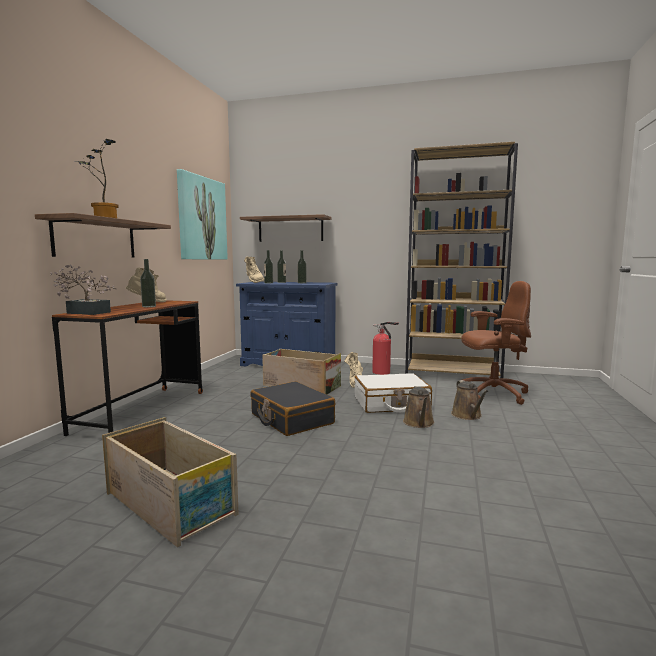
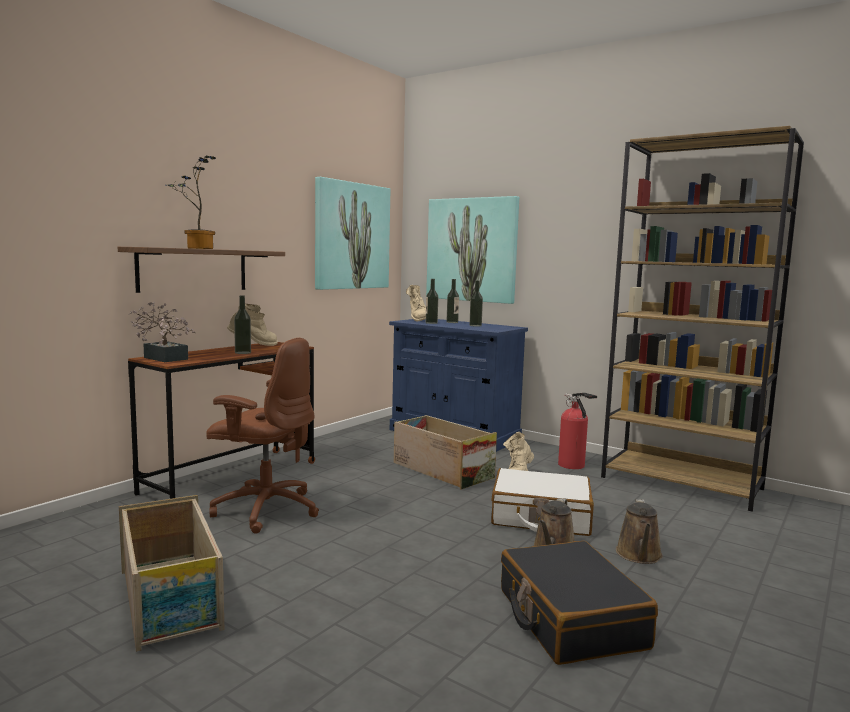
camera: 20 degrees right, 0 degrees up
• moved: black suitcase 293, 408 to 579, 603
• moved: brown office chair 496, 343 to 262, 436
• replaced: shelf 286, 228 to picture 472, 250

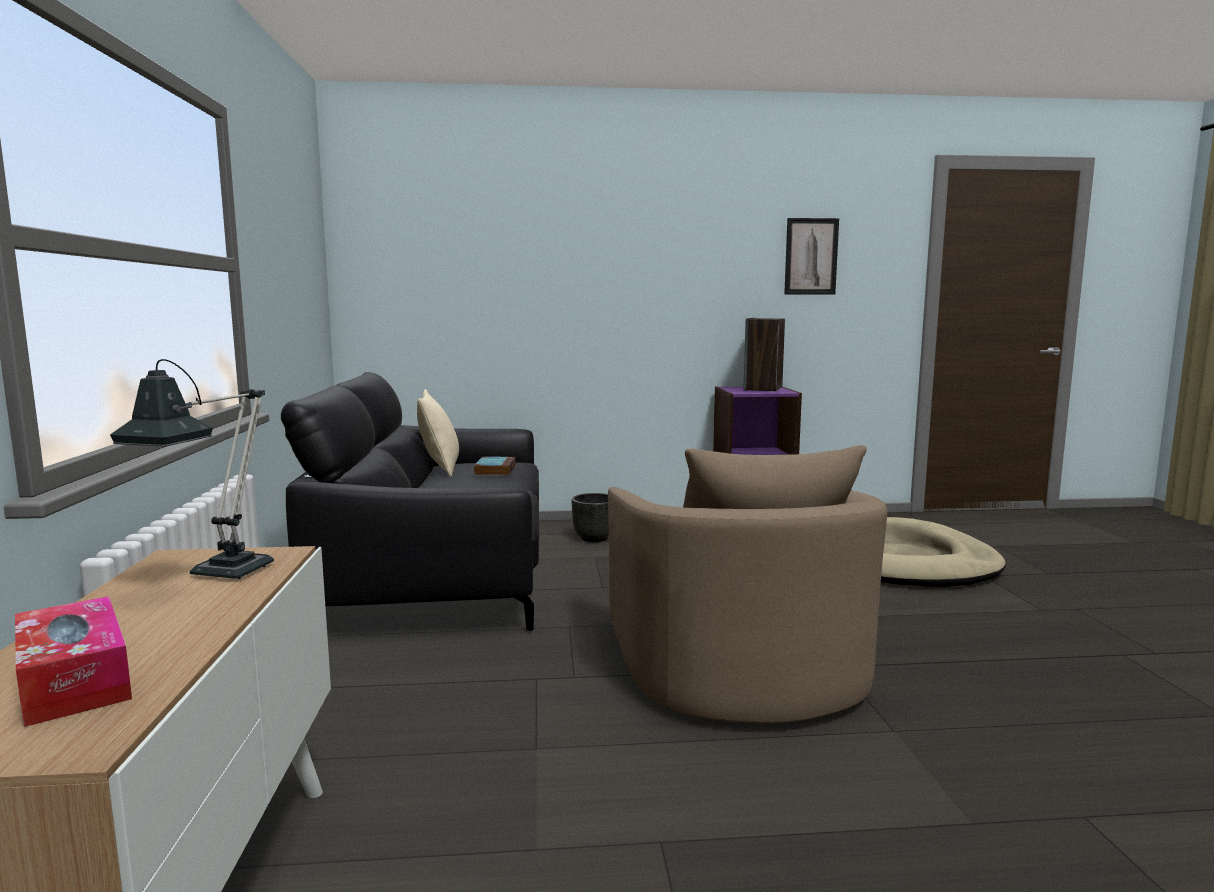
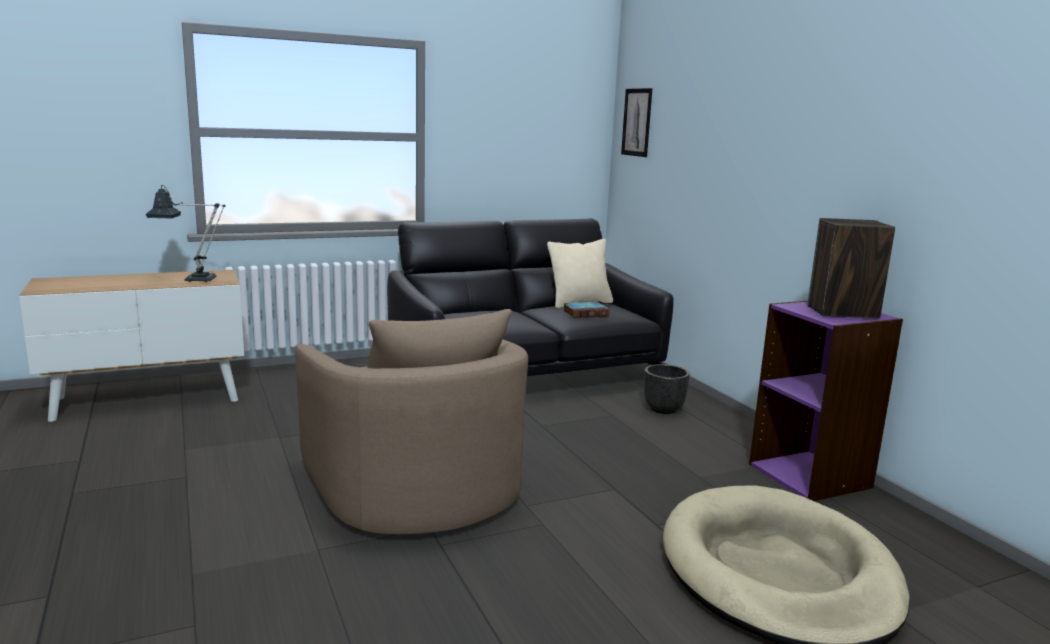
camera: 70 degrees right, 5 degrees up
• removed: tissue box 73, 661
• moved: picture 811, 256 to 636, 122
• turned: beige armchair 748, 584 = 411, 422 90 degrees counterclockwise

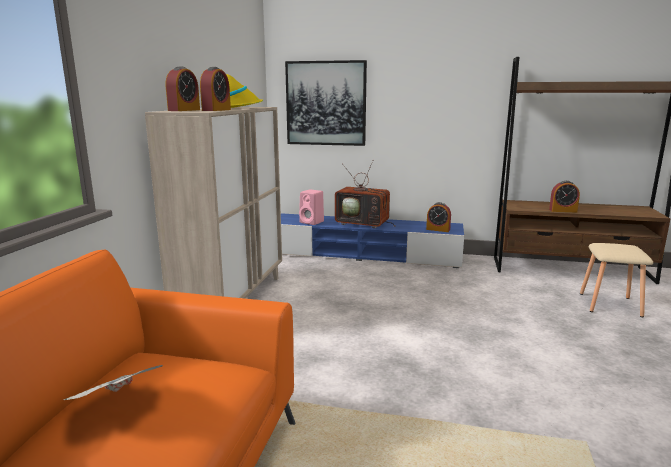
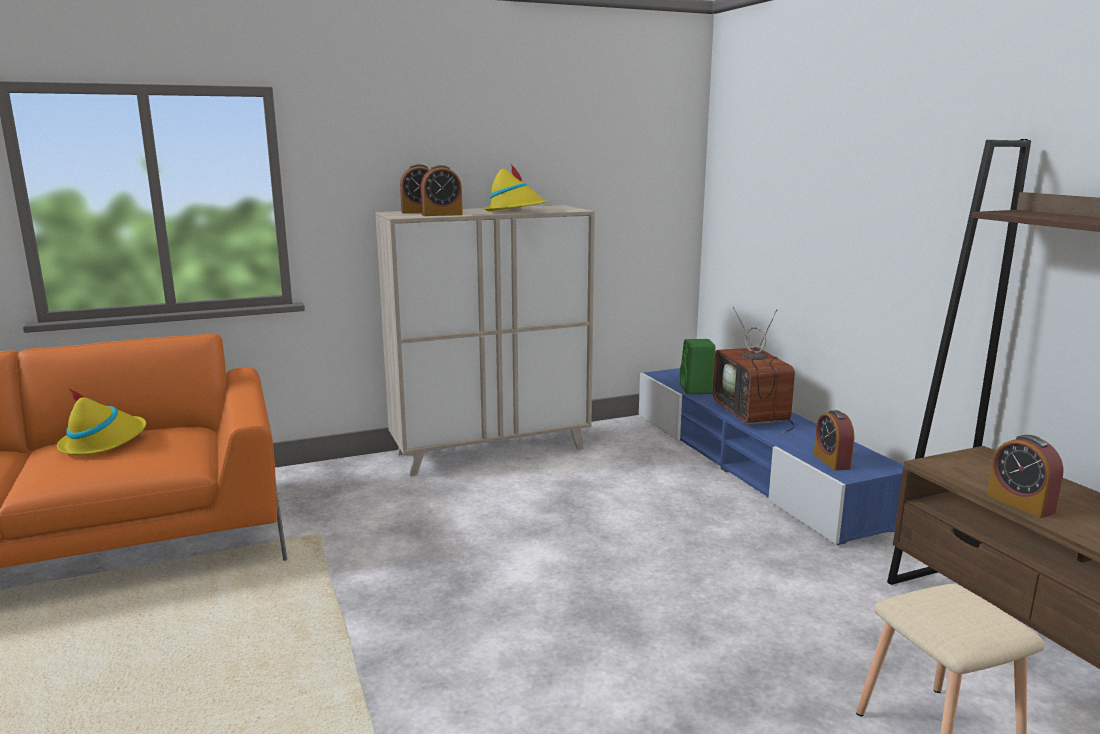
camera: 55 degrees right, 0 degrees up
• removed: picture 326, 103
• replaced: newspaper 113, 382 to yellow hat 101, 421
• recoloured: pink speaker 311, 207 to green speaker 698, 366

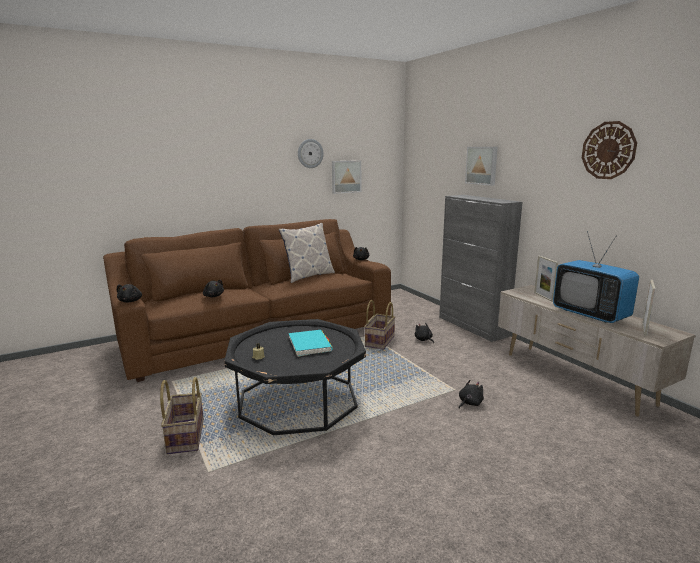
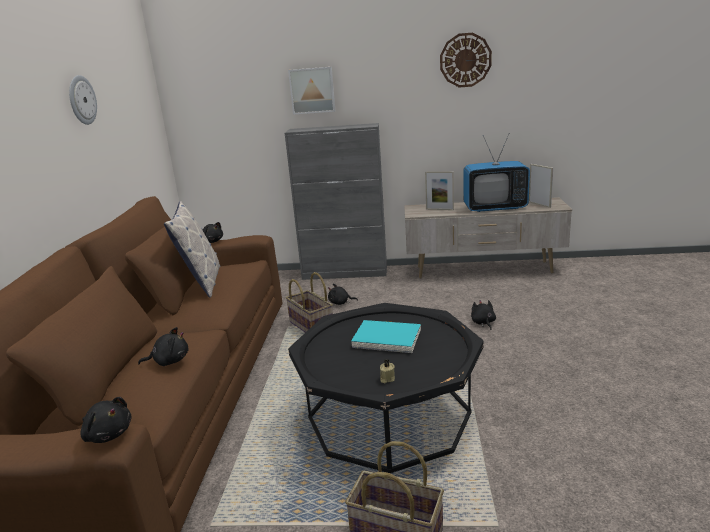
camera: 55 degrees left, 5 degrees up
• removed: picture 346, 177

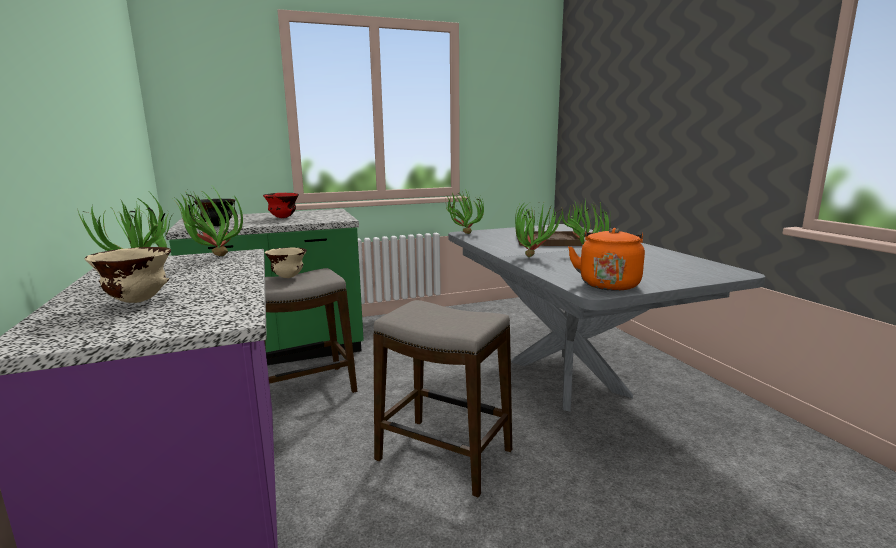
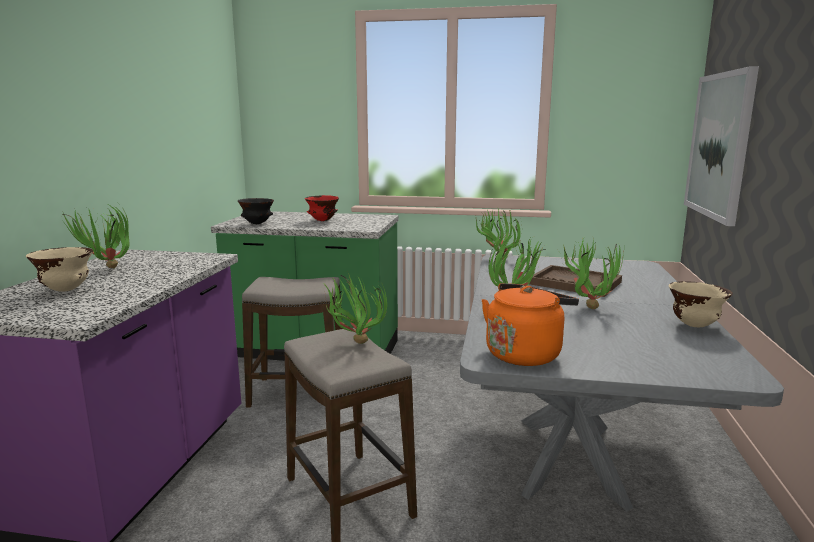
camera: 30 degrees right, 0 degrees up
• added: picture 721, 146
• moved: potted plant 207, 222 to 356, 308
• moved: beige bowl 286, 262 to 701, 304

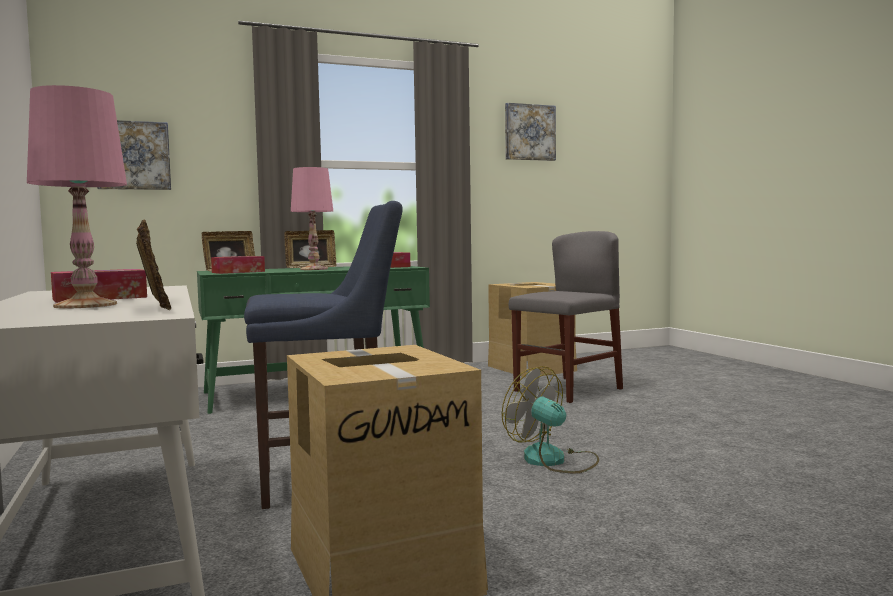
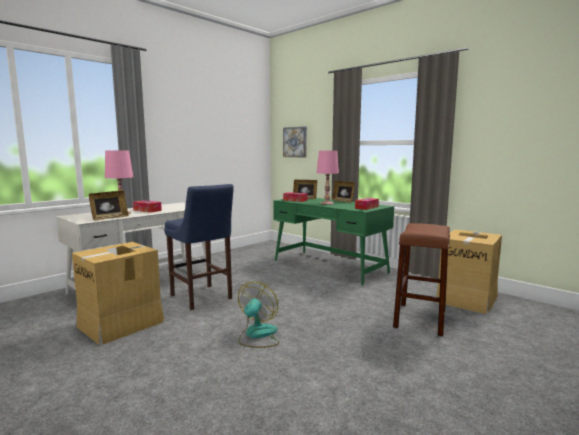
camera: 65 degrees right, 5 degrees up
• removed: picture 530, 132
• replaced: grey chair 566, 317 to brown stool 421, 279

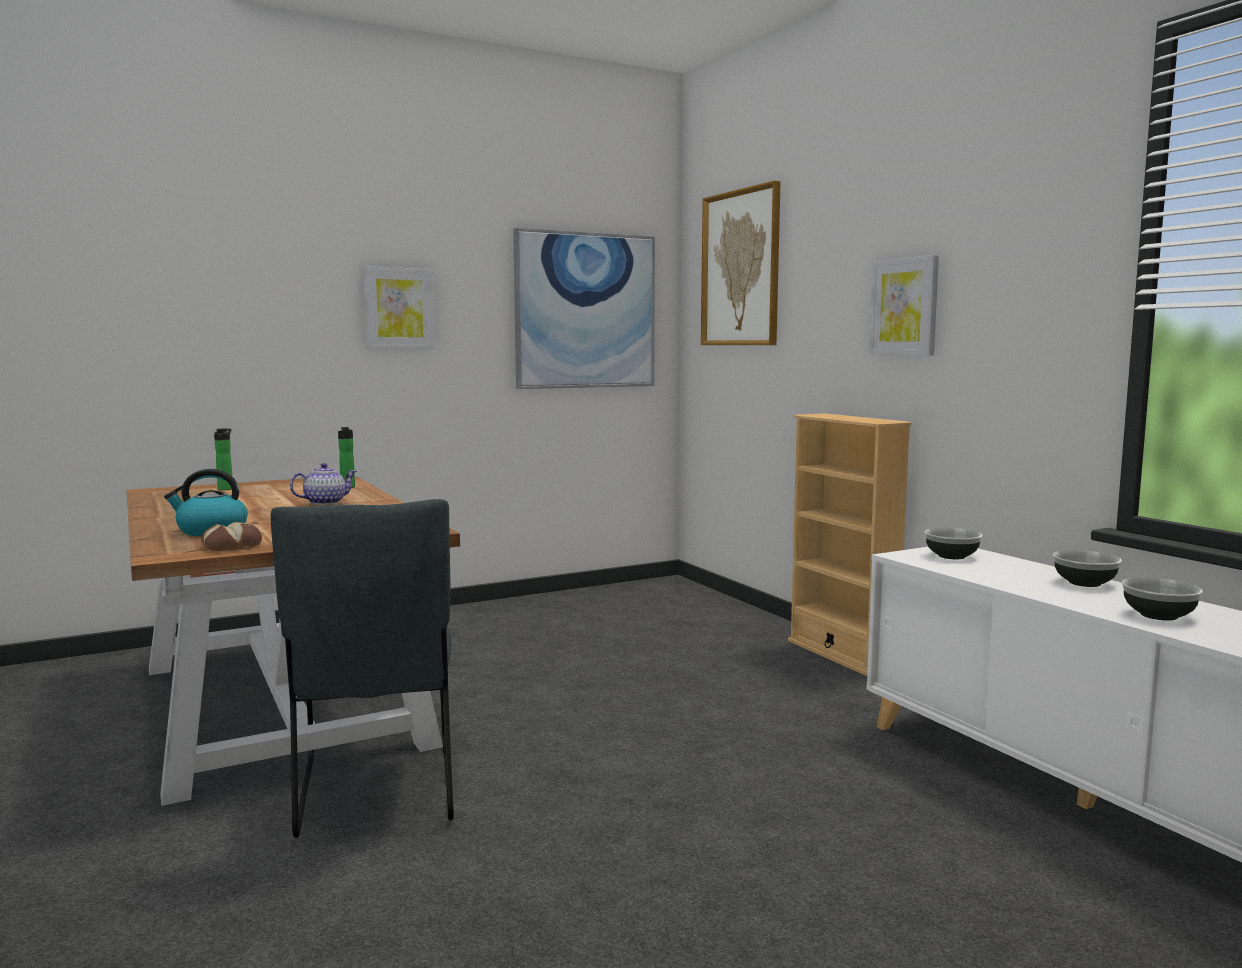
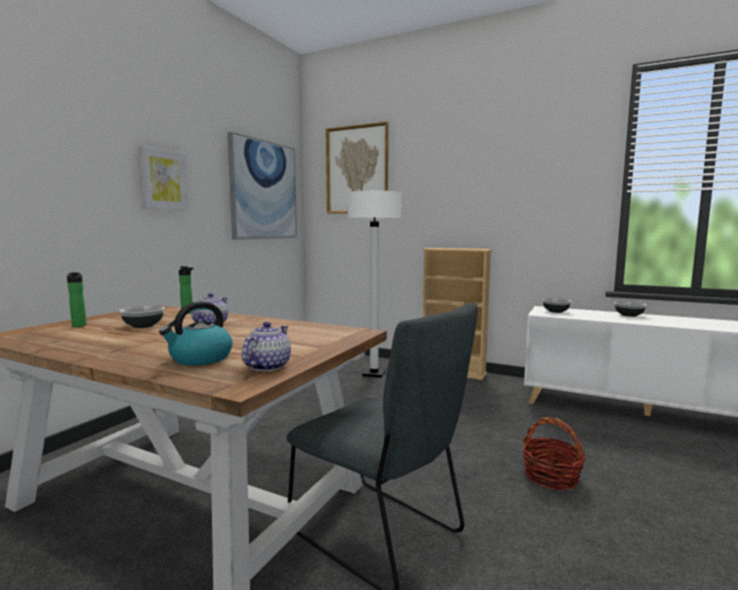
camera: 35 degrees left, 0 degrees up
• removed: picture 904, 305
• added: white floor lamp 374, 284
• added: basket 553, 453
• moved: bowl 1162, 599 to 141, 316
• replaced: bread 231, 536 to teapot 266, 346

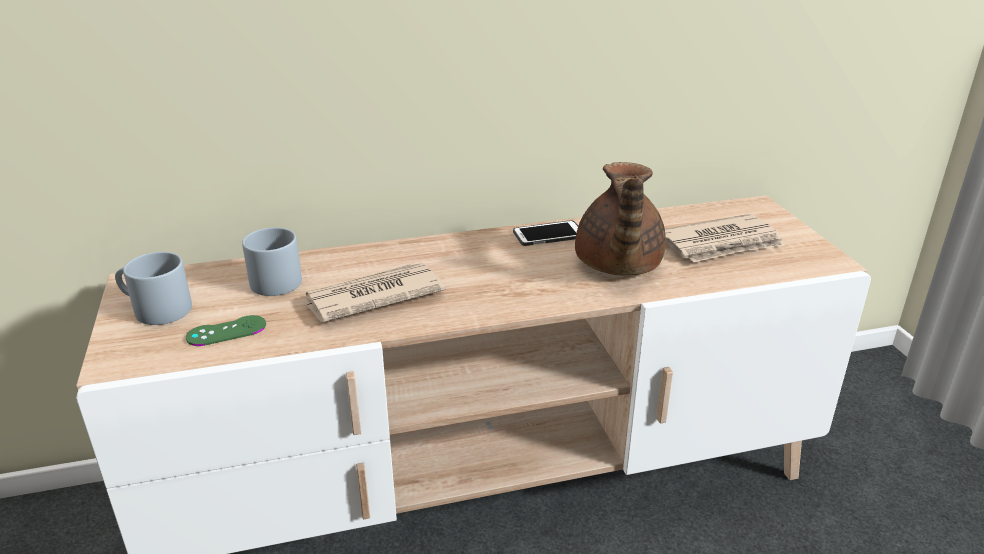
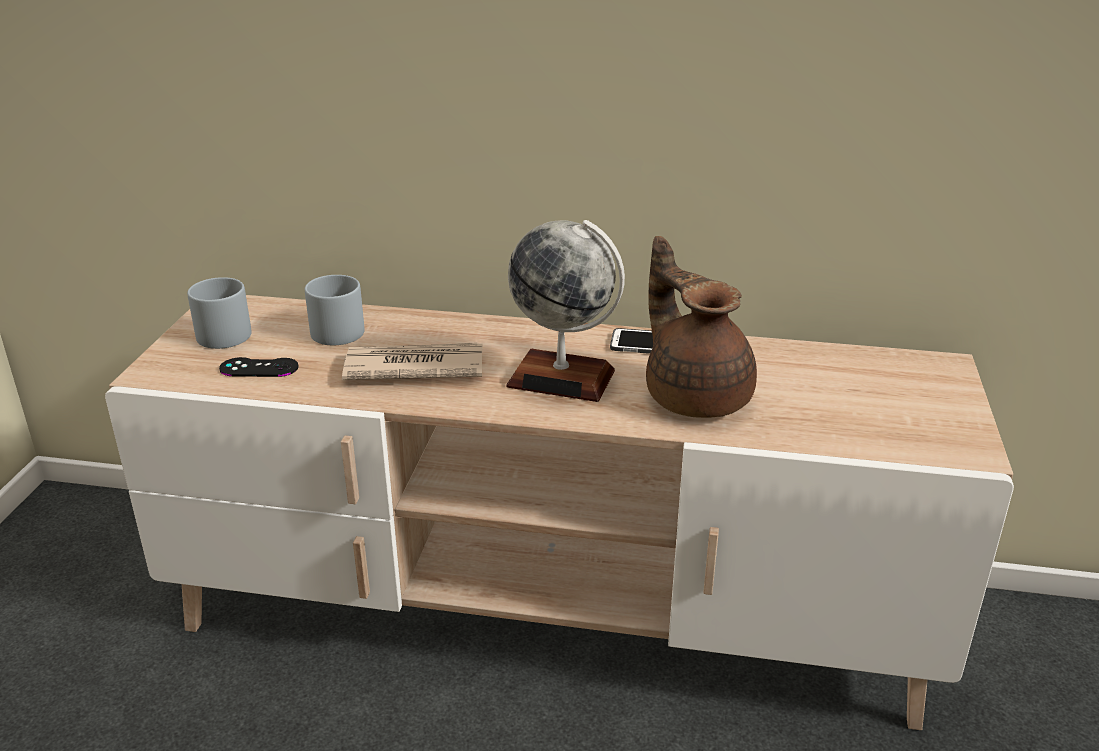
camera: 25 degrees right, 0 degrees up
• removed: newspaper 725, 238
• added: globe 565, 311
• recoloured: green game controller 226, 330 to black game controller 259, 367
• turned: brown teapot 620, 218 = 701, 327 120 degrees clockwise

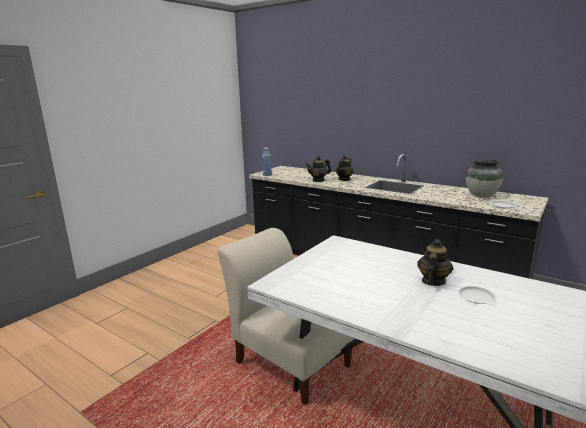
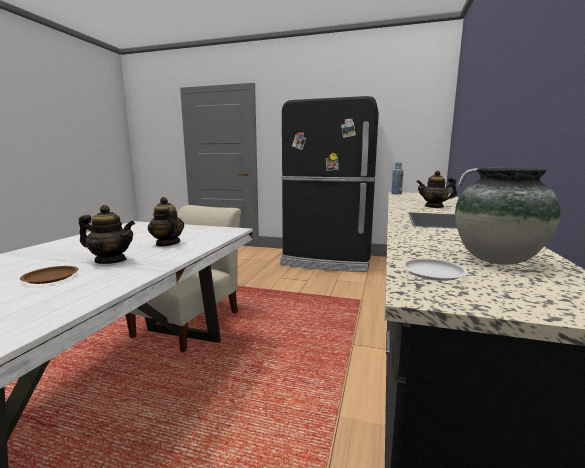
camera: 70 degrees right, 5 degrees down
• added: black fridge 330, 184
• moved: teapot 318, 169 to 166, 222
• recoloured: white plate 477, 295 to brown plate 49, 275

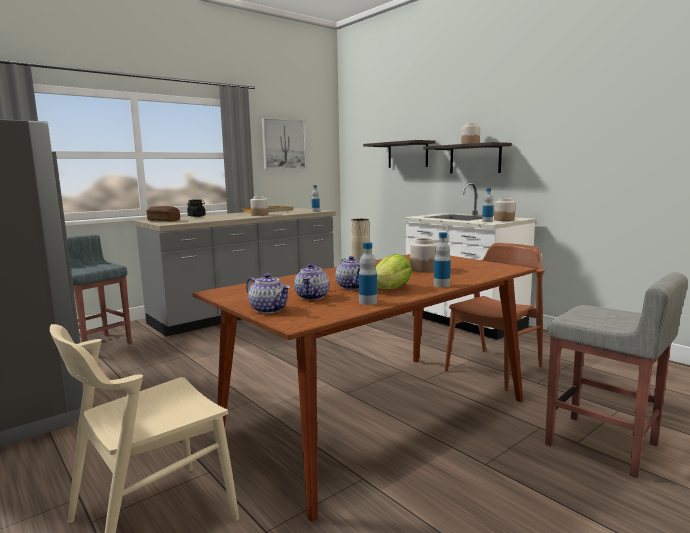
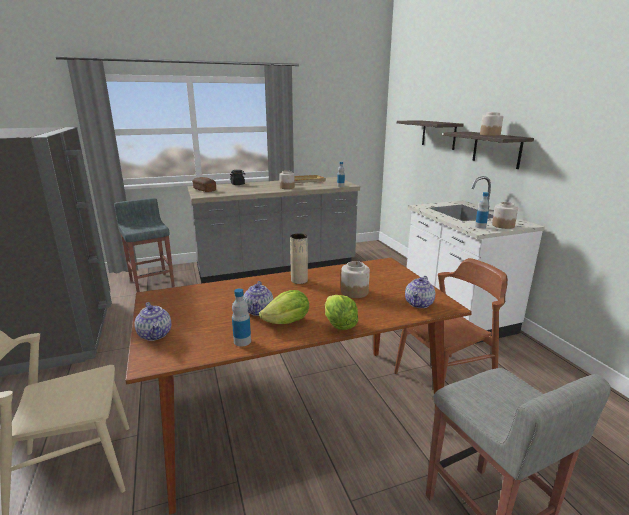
camera: 20 degrees right, 10 degrees up
• removed: picture 284, 143
• moved: teapot 311, 281 to 420, 292
• replaced: bottle 442, 259 to lettuce 341, 312

